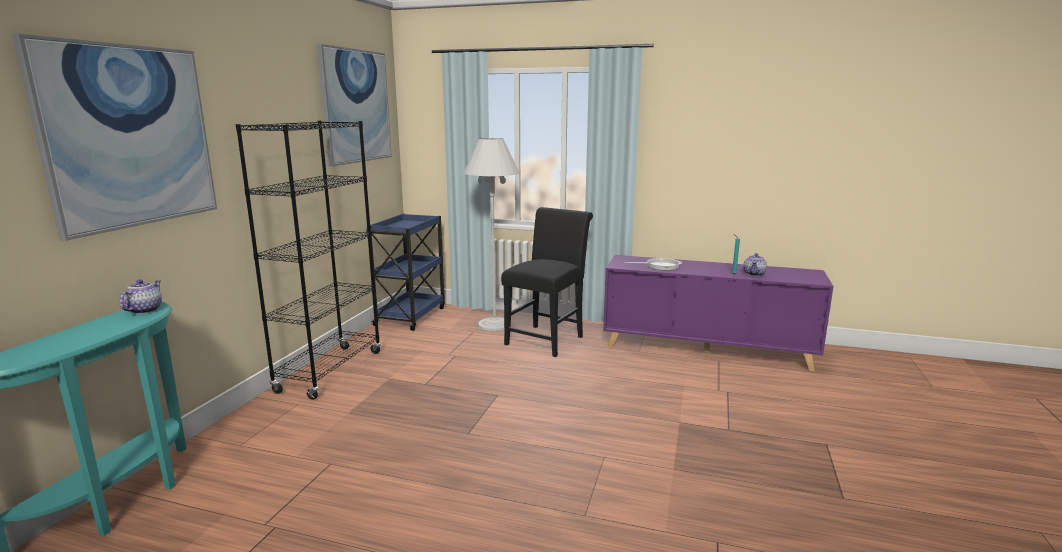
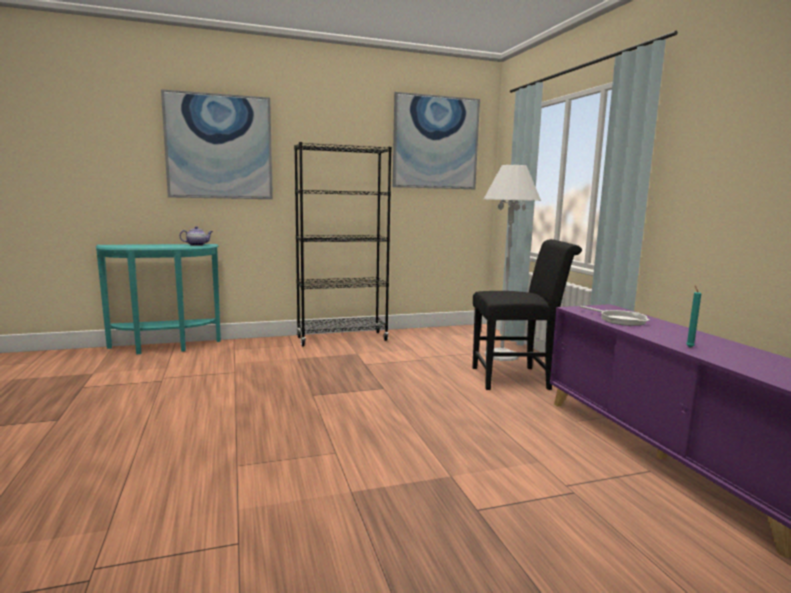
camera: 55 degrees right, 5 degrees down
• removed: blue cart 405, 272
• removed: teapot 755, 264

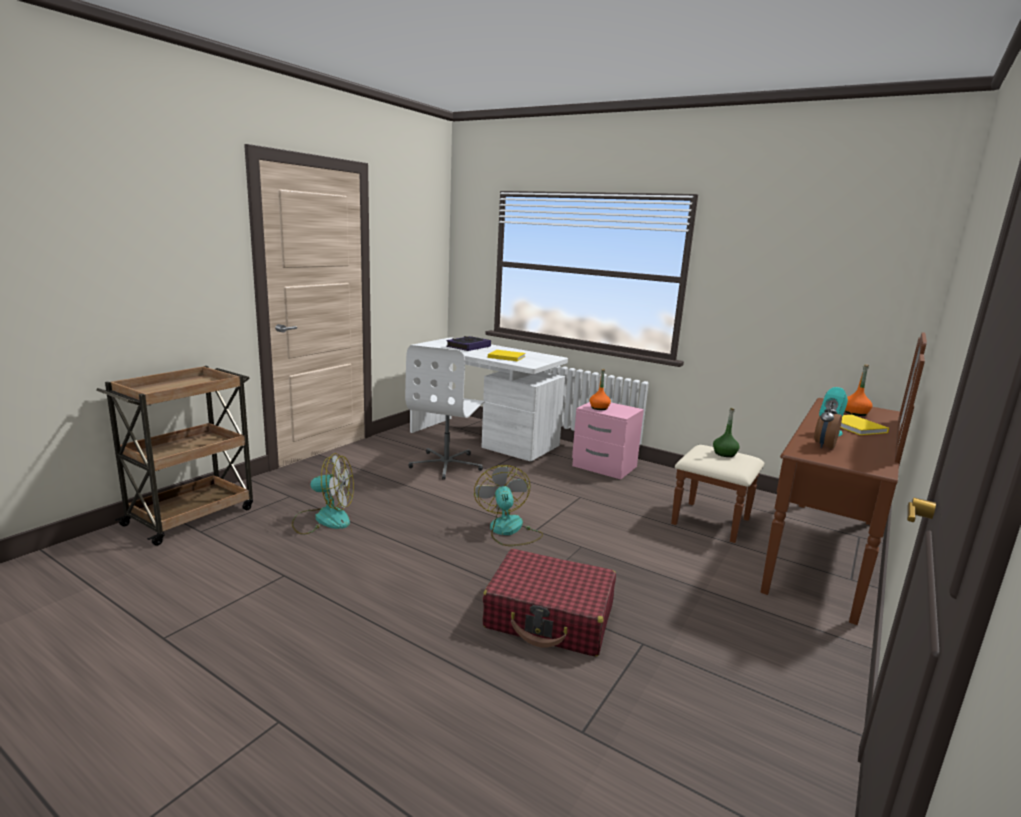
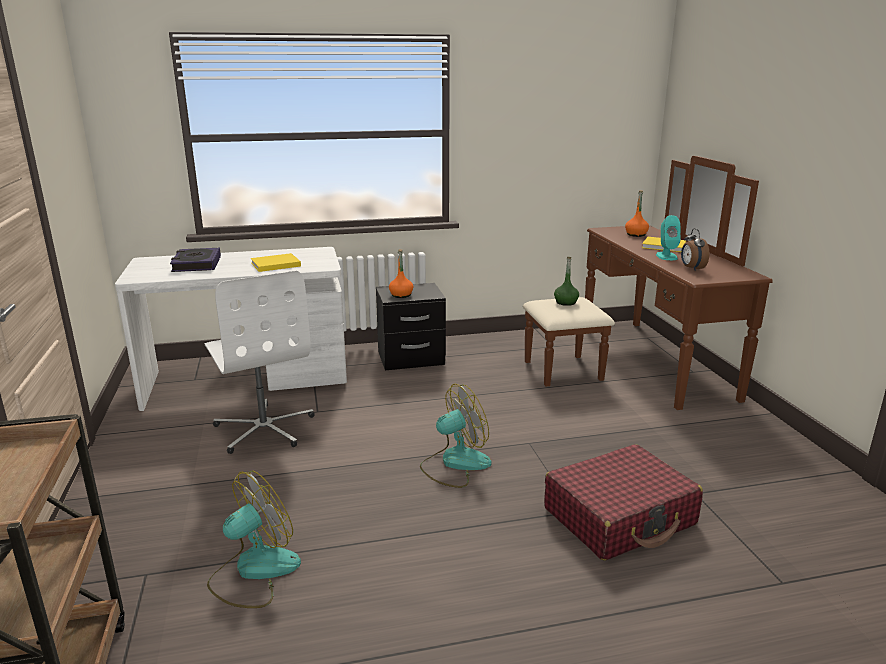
camera: 45 degrees left, 5 degrees up
• recoloured: pink nightstand 608, 440 to black nightstand 411, 326
• turned: fan 508, 505 = 456, 436 120 degrees clockwise

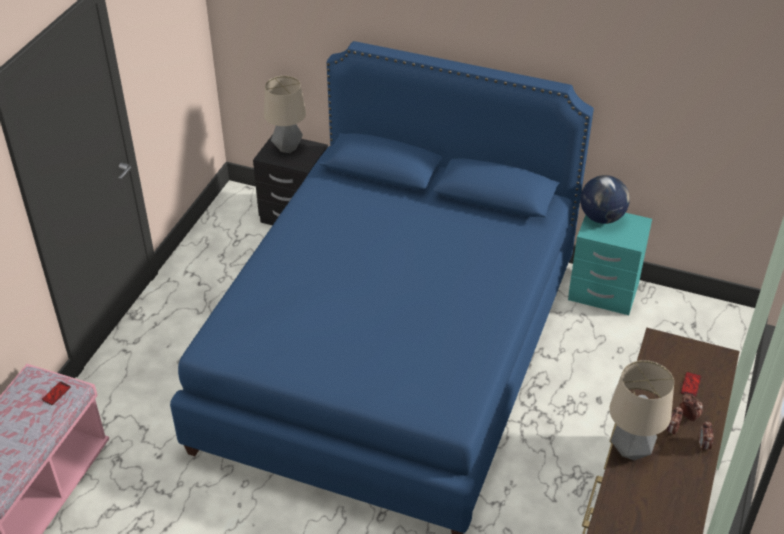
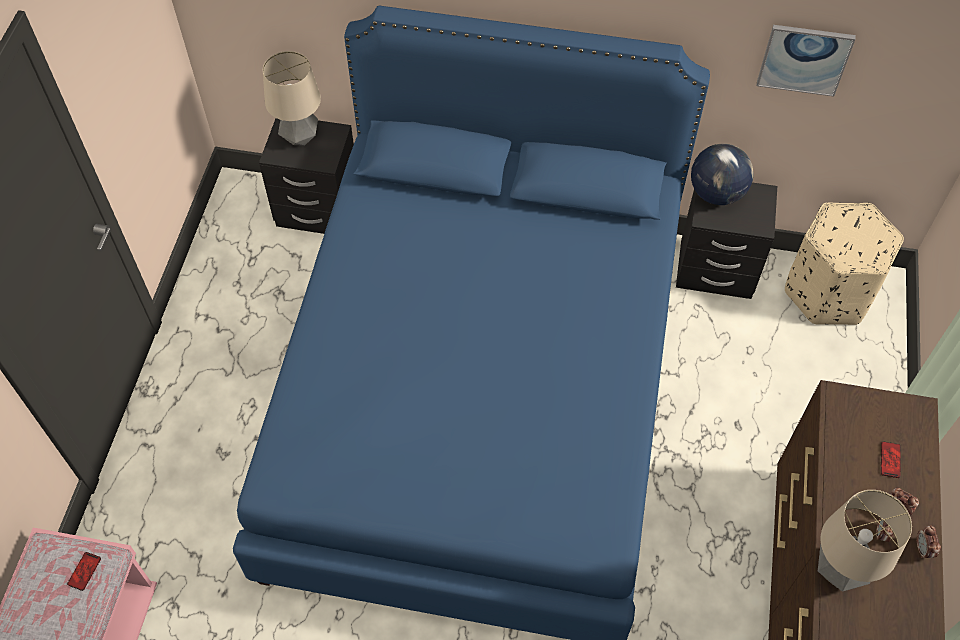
camera: 10 degrees left, 15 degrees up
• added: picture 806, 61
• added: beige ottoman 844, 263
• recoloured: turquoise nightstand 610, 264 to black nightstand 726, 240

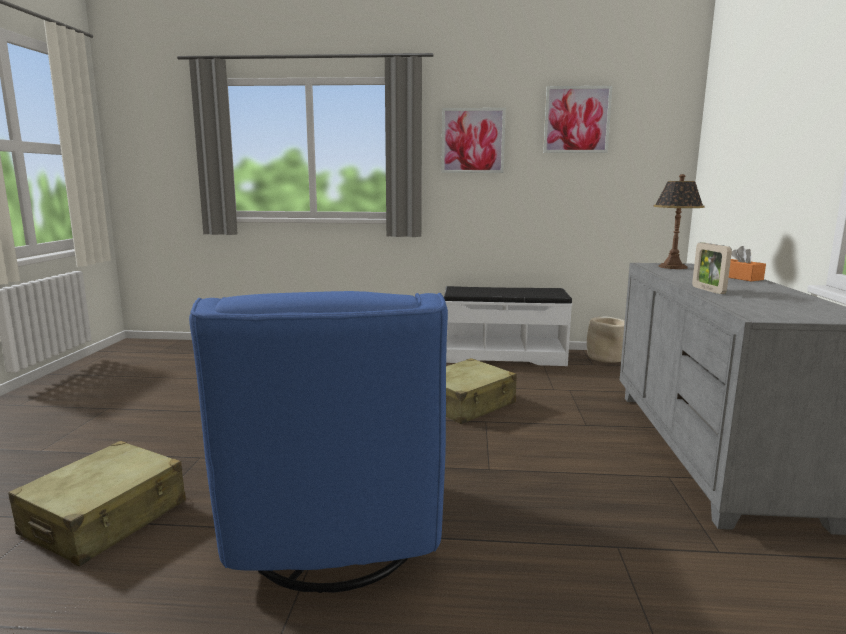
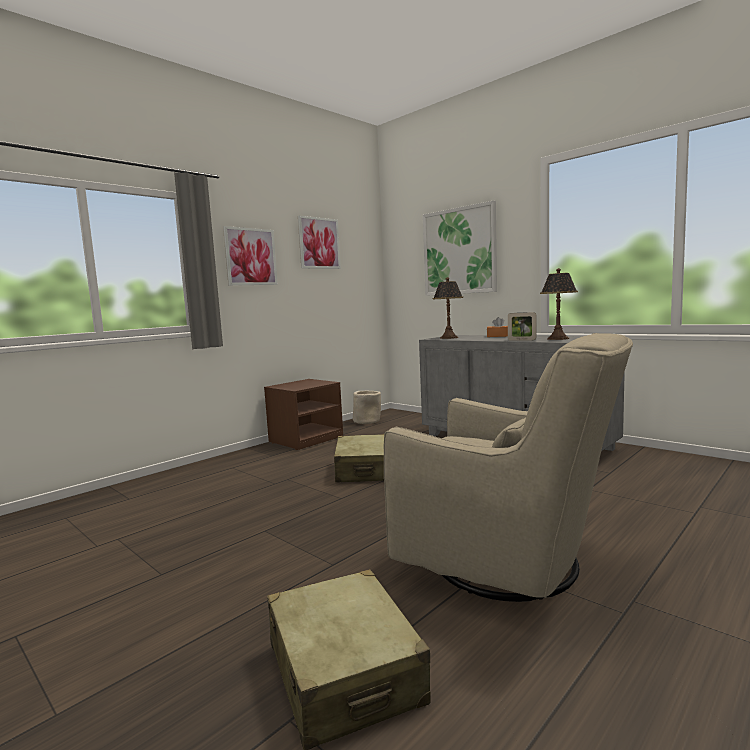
camera: 50 degrees left, 5 degrees down
• added: picture 460, 248
• added: table lamp 559, 304
• replaced: white bench 508, 326 to brown nightstand 303, 414
• recoloured: blue armchair 318, 442 to beige armchair 508, 467

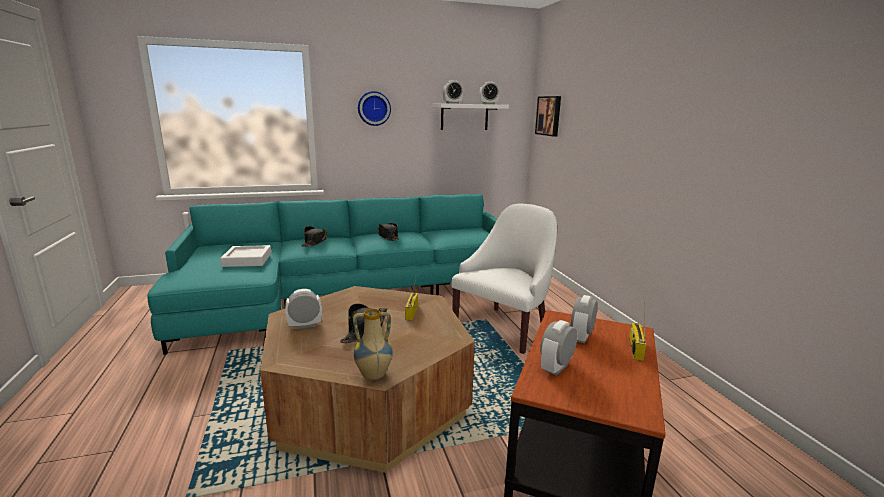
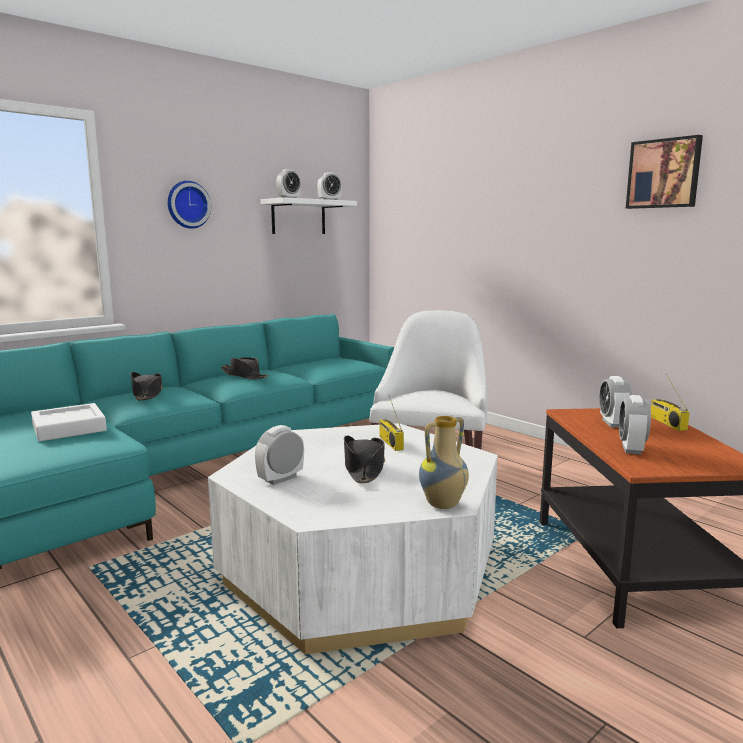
camera: 25 degrees left, 5 degrees down
• moved: picture 548, 116 to 664, 172
• recoloured: brown coffee table 367, 379 to white coffee table 353, 538

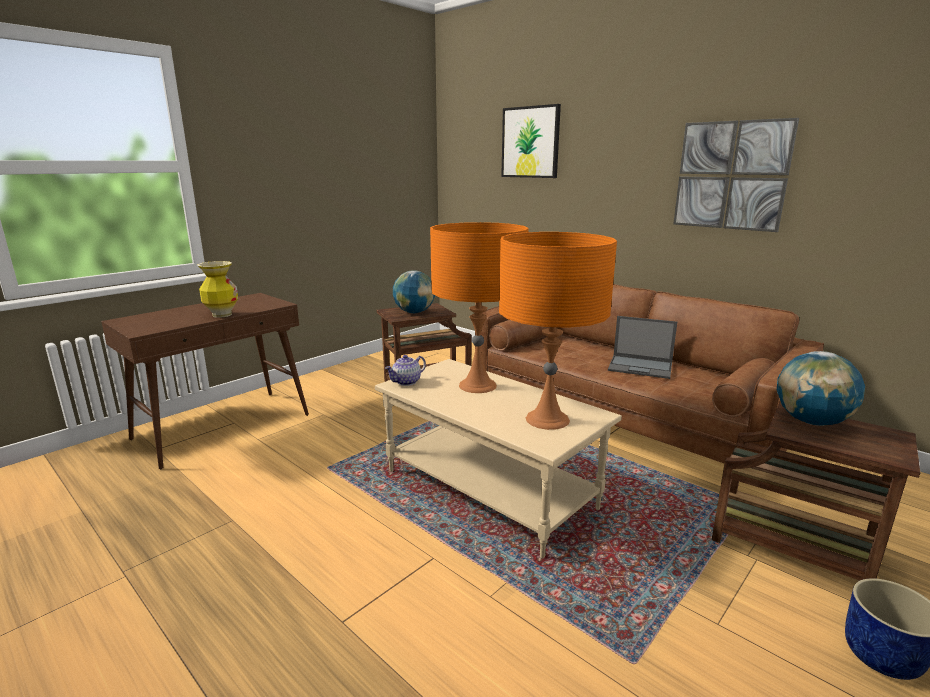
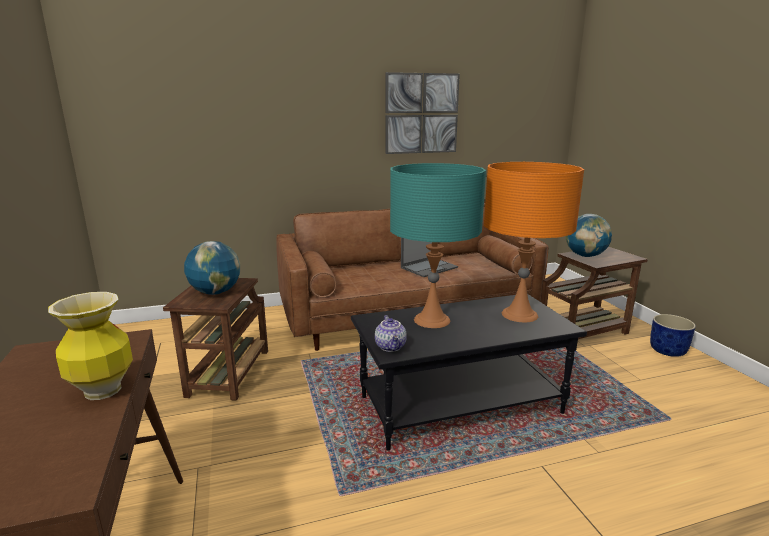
camera: 60 degrees left, 0 degrees up
• removed: picture 531, 141
• recoloured: beige coffee table 498, 458 to black coffee table 469, 372
• recoloured: orange table lamp 479, 307 to turquoise table lamp 438, 245

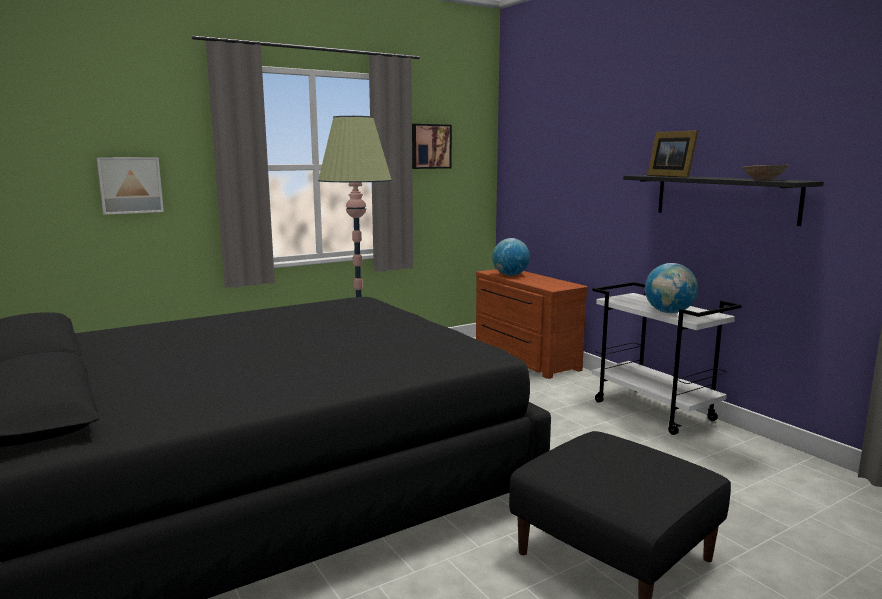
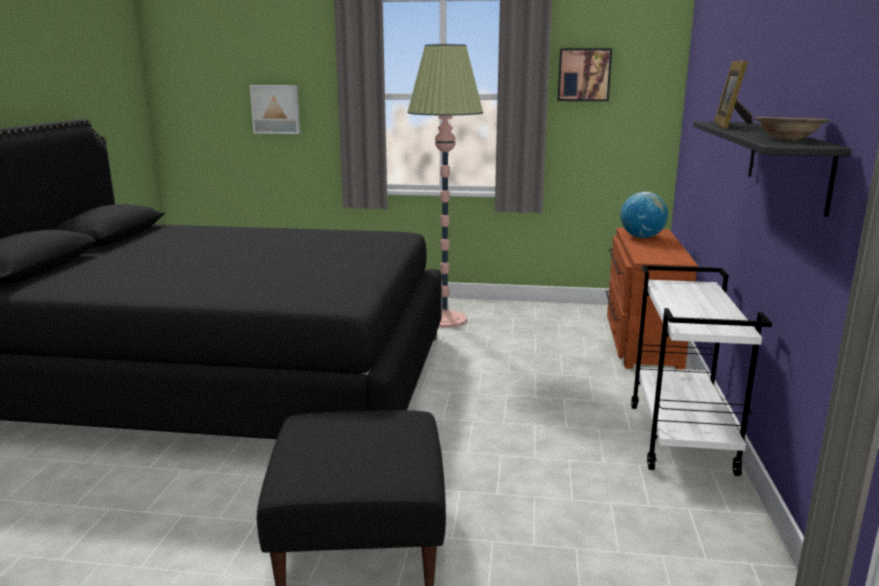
camera: 40 degrees right, 5 degrees up
• removed: globe 671, 288

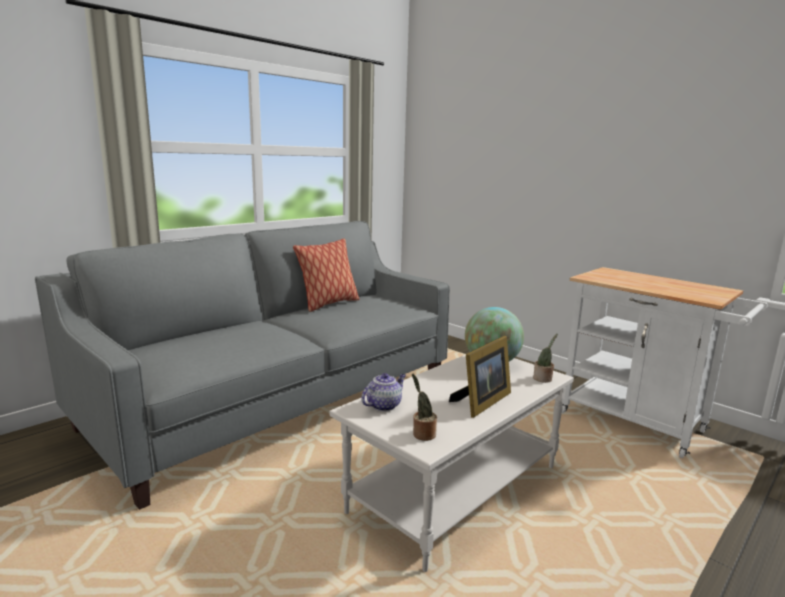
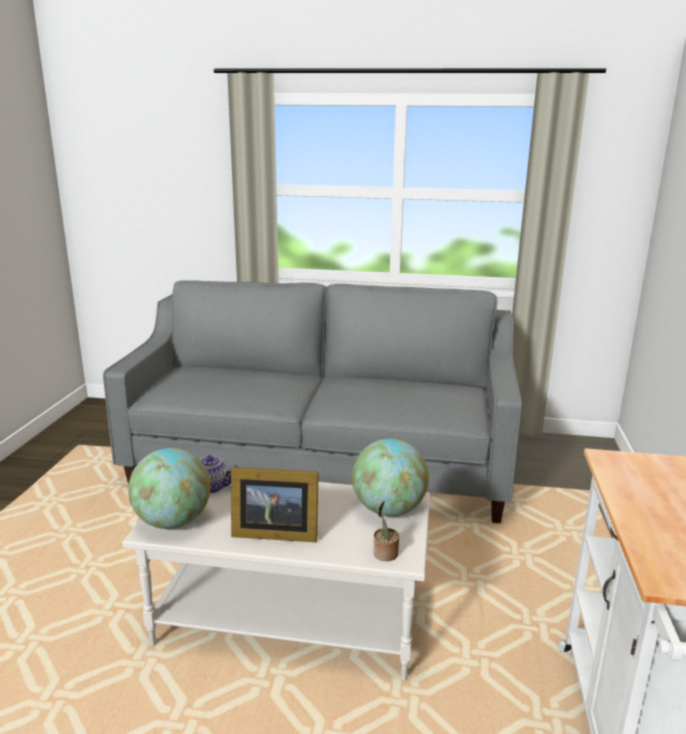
camera: 55 degrees right, 5 degrees up
• removed: pillow 326, 275
• replaced: potted plant 424, 407 to globe 169, 488

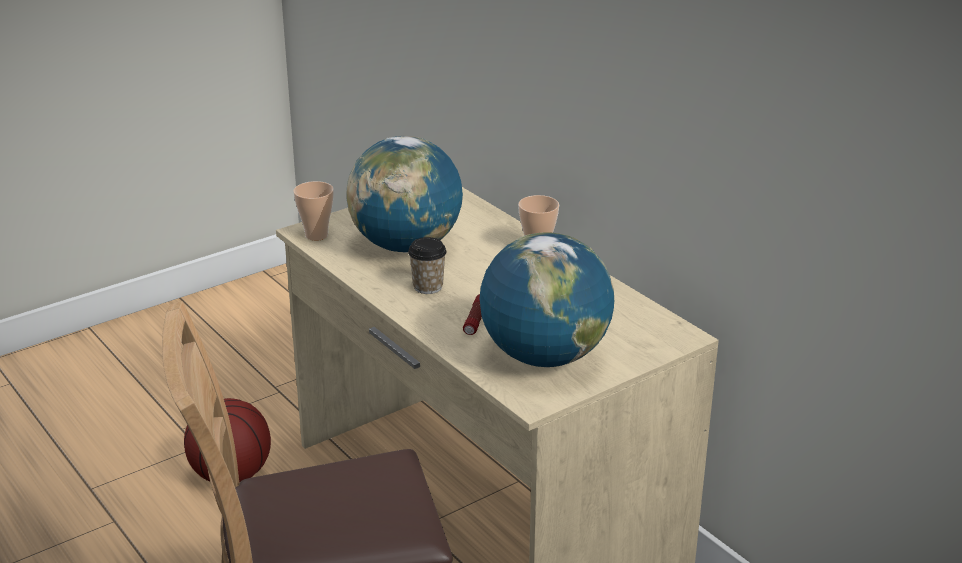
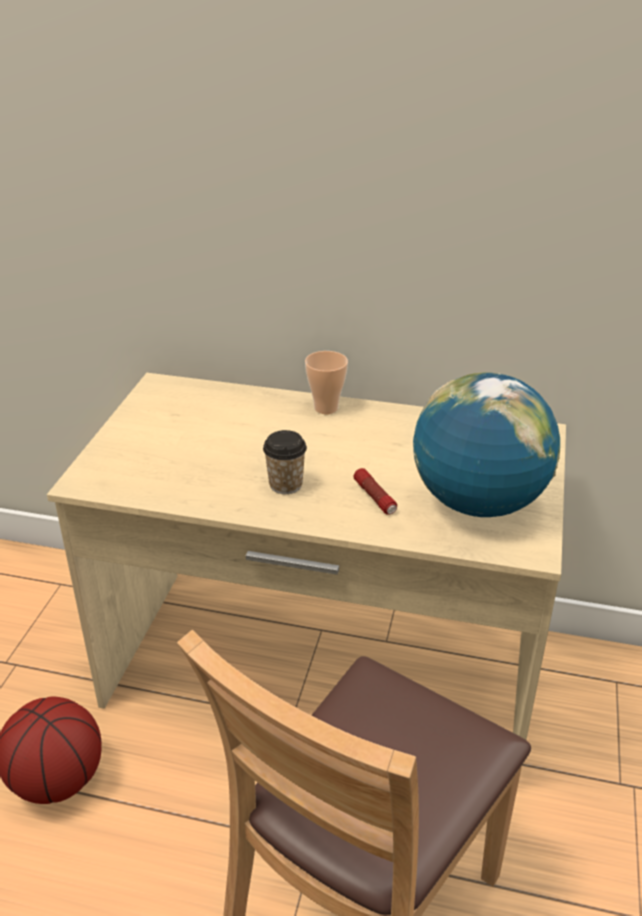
camera: 40 degrees left, 5 degrees up
• removed: cup 313, 211
• removed: globe 404, 194

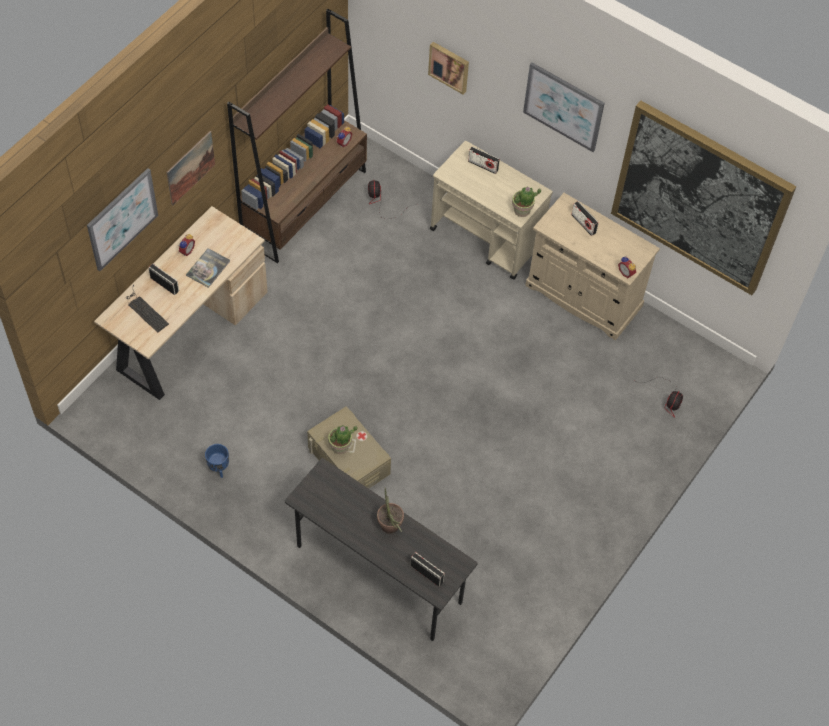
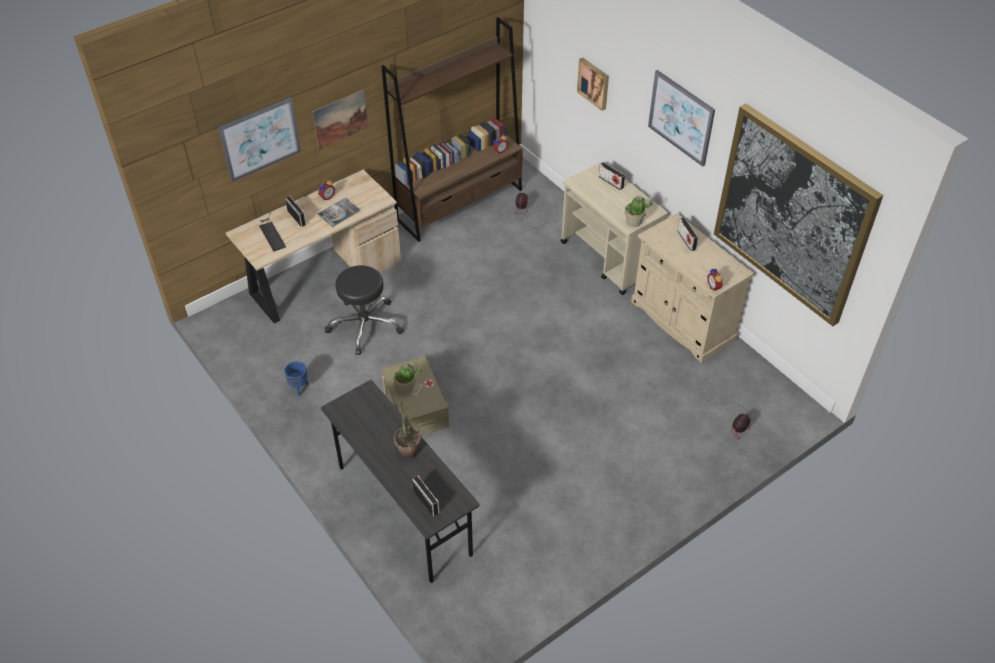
camera: 20 degrees right, 10 degrees down
• added: black stool 364, 310

